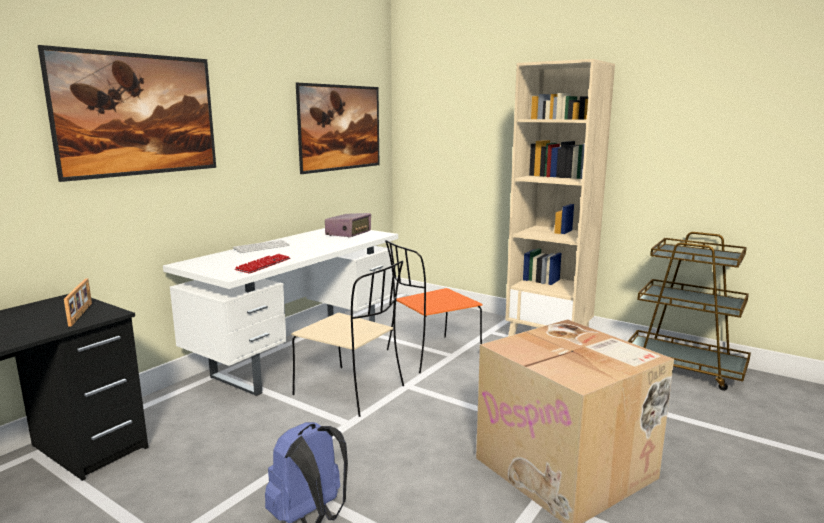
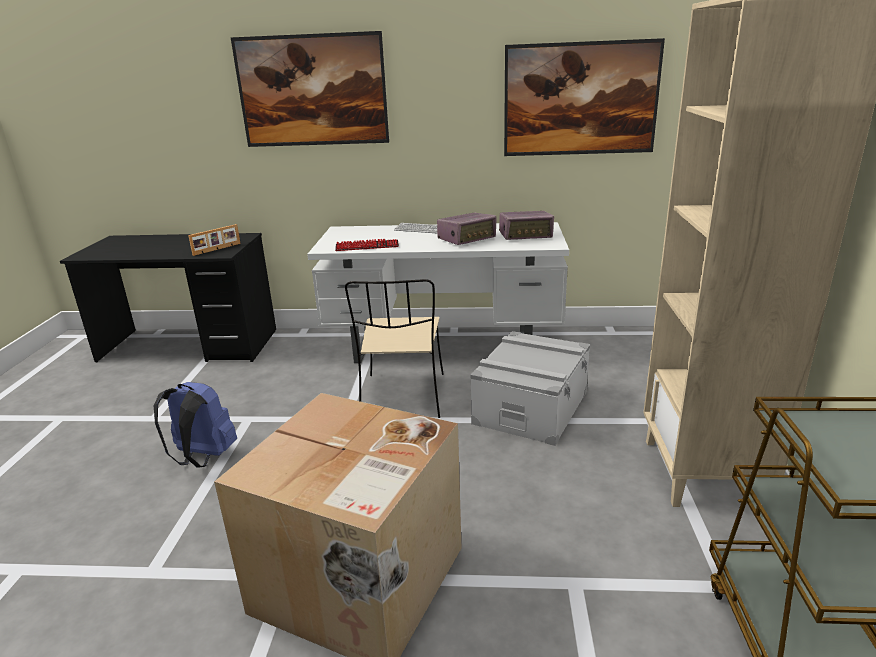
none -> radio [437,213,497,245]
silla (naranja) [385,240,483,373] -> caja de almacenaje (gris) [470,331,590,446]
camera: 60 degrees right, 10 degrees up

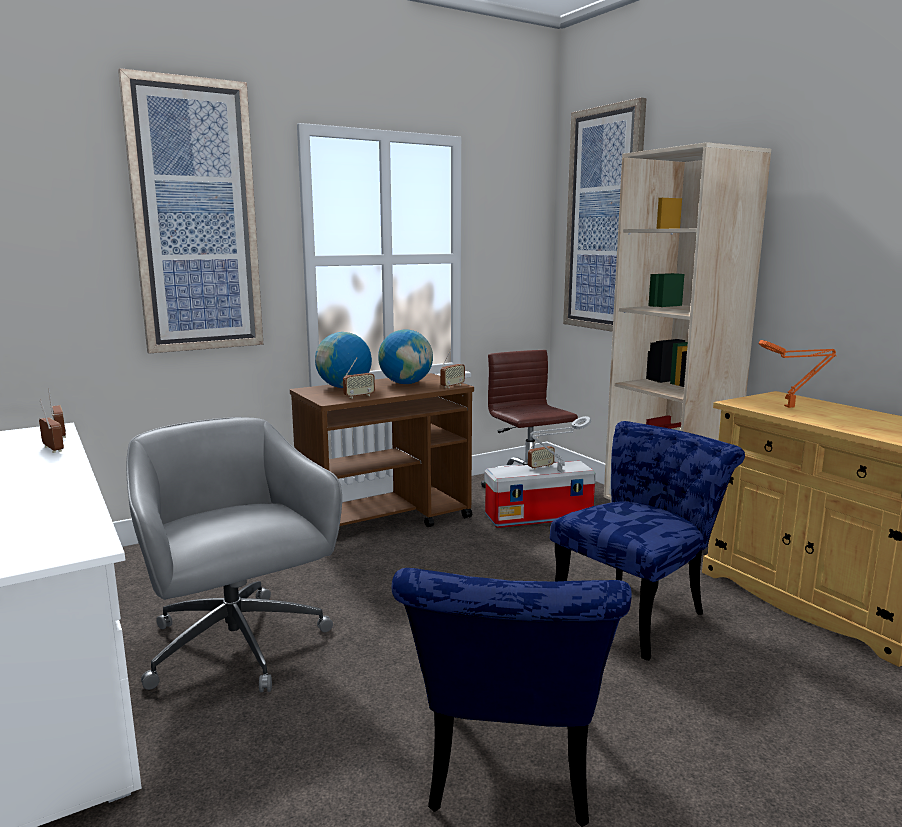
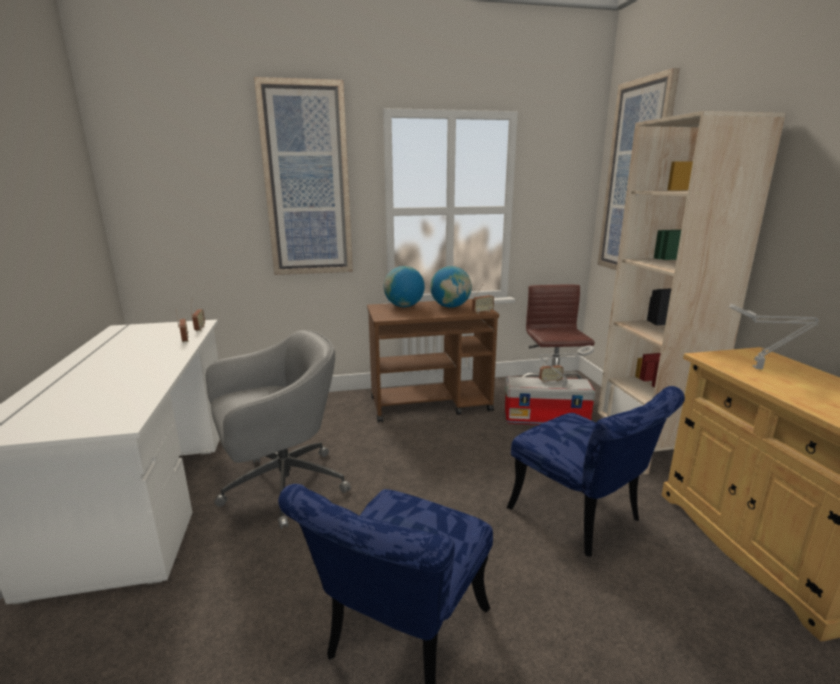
silla de oficina (gris) [126,417,342,692] -> silla de oficina (gris) [206,330,351,529], 75 degrees clockwise
silla (azul) [550,421,745,660] -> silla (azul) [507,386,685,556], 75 degrees clockwise
lámpara de mesa (naranja) [758,340,836,408] -> lámpara de mesa (gris) [729,304,819,369]
radio [343,358,375,398] -> none
camera: 20 degrees right, 5 degrees up

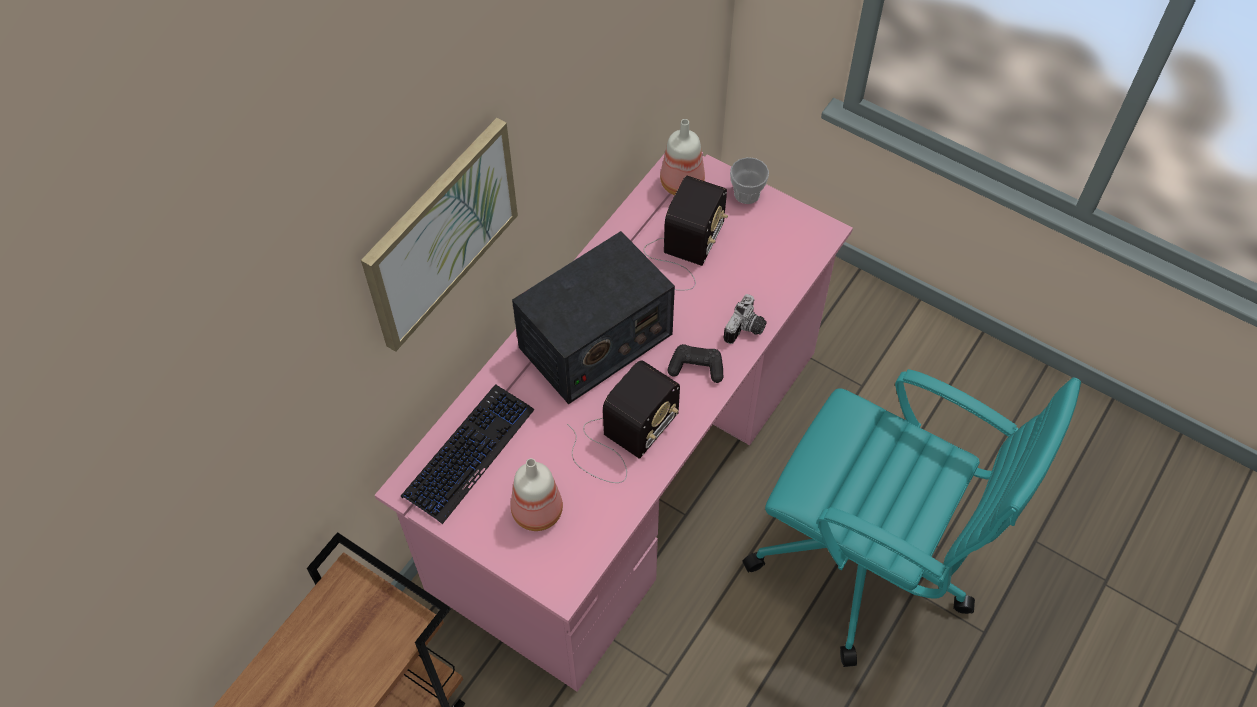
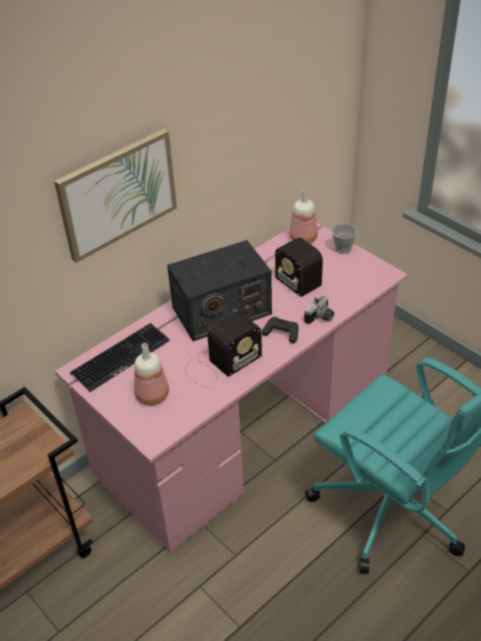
radio [644,176,728,291] -> radio [266,237,323,297], 105 degrees clockwise
camera: 15 degrees right, 15 degrees down

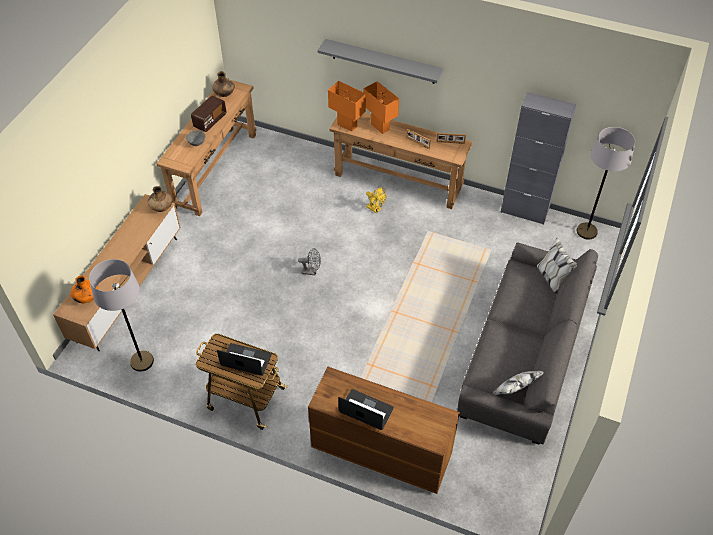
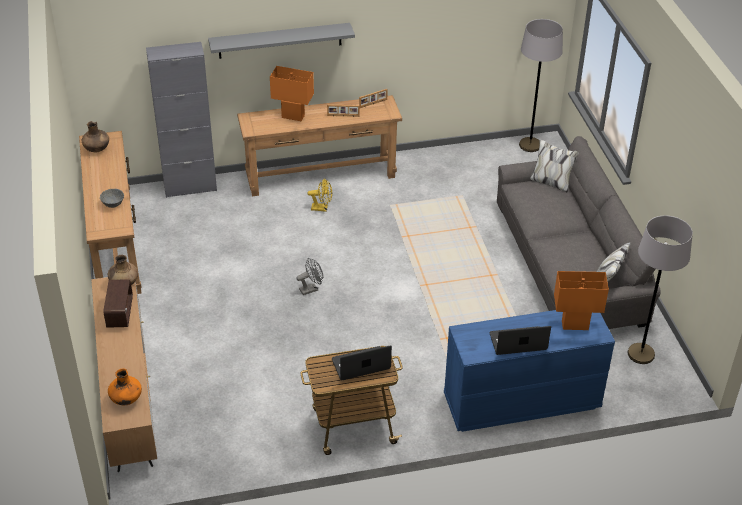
radio [191,96,226,132] -> radio [103,279,133,328], relocated
armario (gris) [500,92,577,225] -> armario (gris) [146,42,217,198], relocated
cómoda (marrón) [308,367,460,494] -> cómoda (azul) [444,310,615,432]
lámpara de mesa (naranja) [328,81,366,132] -> lámpara de mesa (naranja) [554,271,609,330], relocated
lámpara de pie (gris) [89,259,154,372] -> lámpara de pie (gris) [628,216,693,364], relocated
camera: 35 degrees left, 10 degrees down

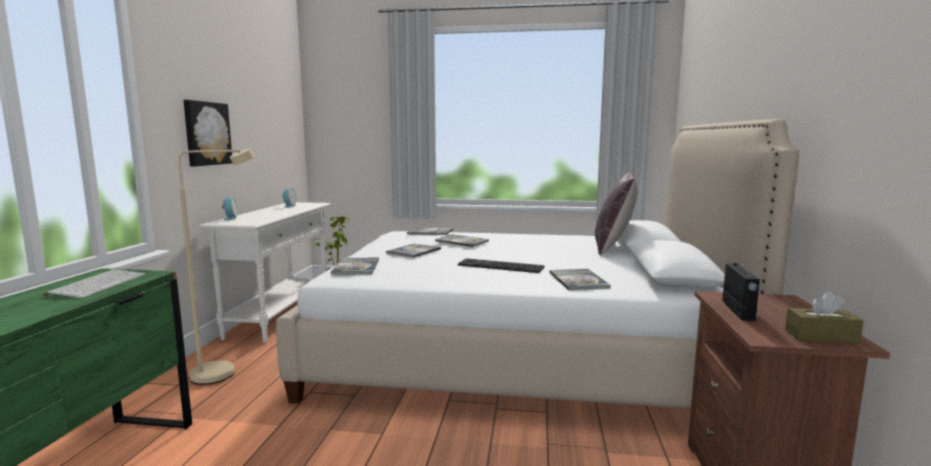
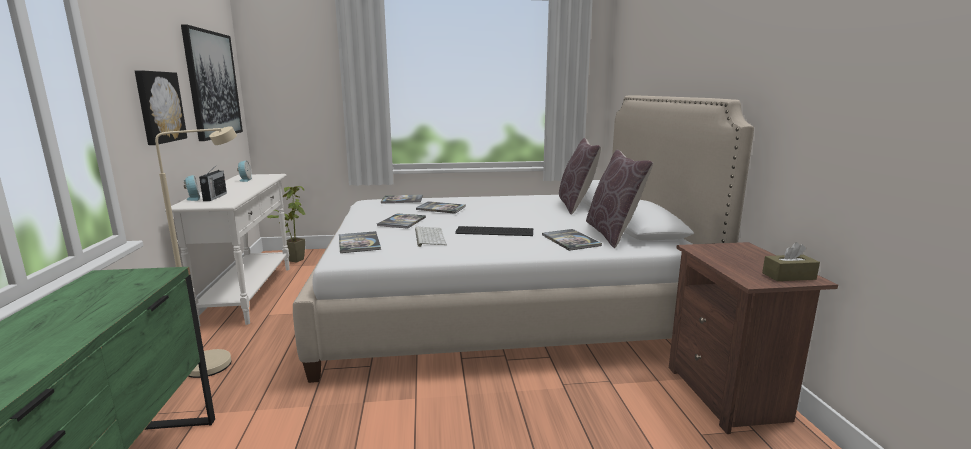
none -> cuadro [181,24,243,141]
radio [722,254,760,321] -> radio [199,166,227,201], relocated
teclado [43,269,145,298] -> teclado [415,227,447,247], relocated
none -> cojín (marrón) [586,150,653,248]
camera: 15 degrees left, 5 degrees up

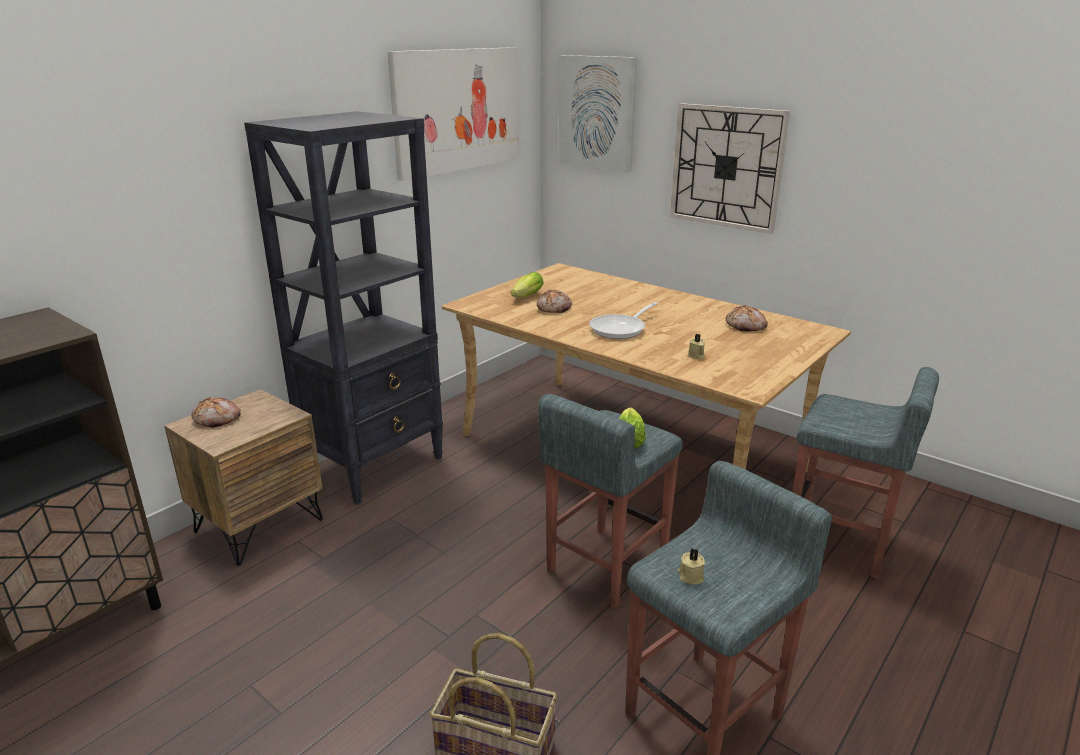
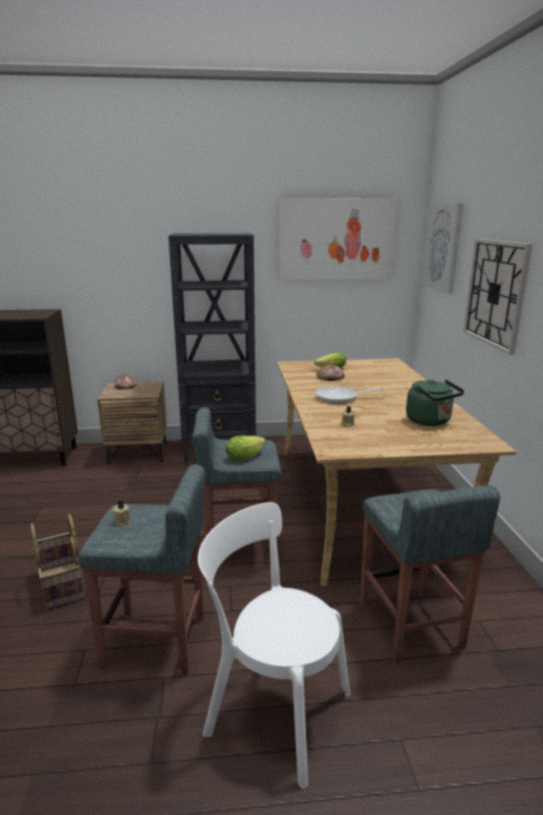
none -> silla (blanco) [198,502,350,789]
pan [726,305,768,332] -> hervidor (verde) [406,379,464,426]
camera: 45 degrees right, 5 degrees down

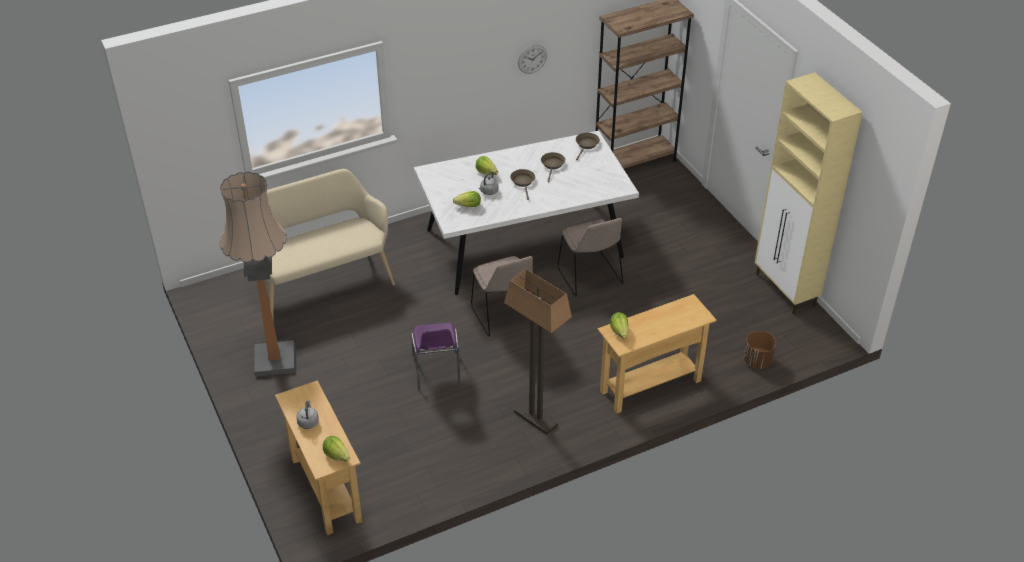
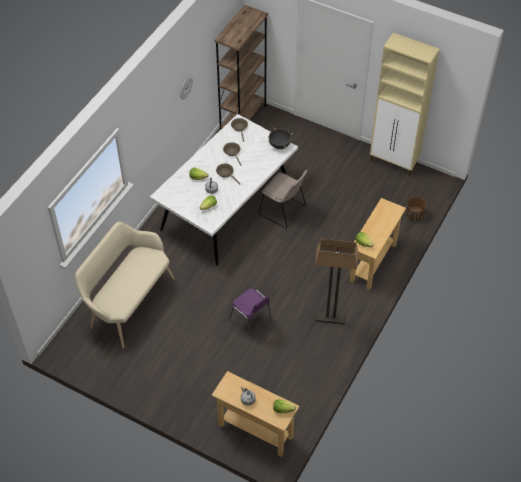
none -> olla (negro) [269,127,293,149]
lámpara de pie [220,172,295,377] -> none
silla (beis) [471,256,534,337] -> none
camera: 35 degrees left, 10 degrees up

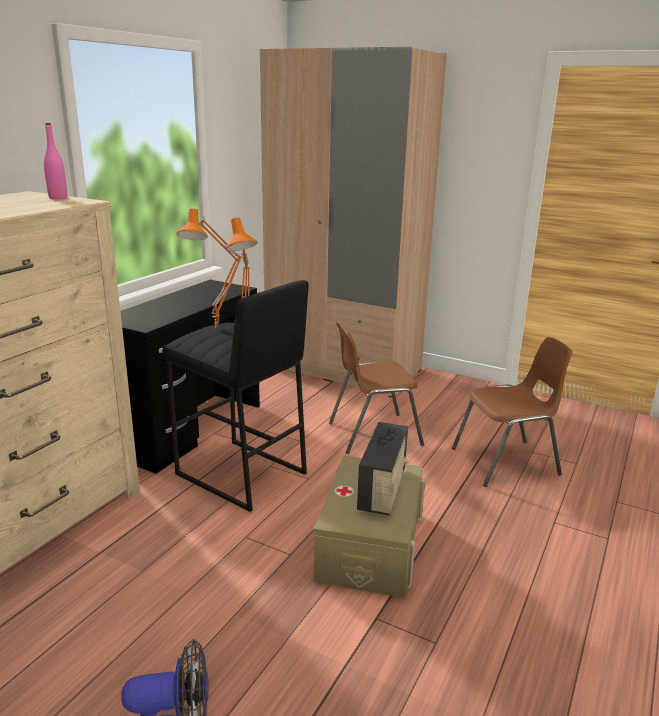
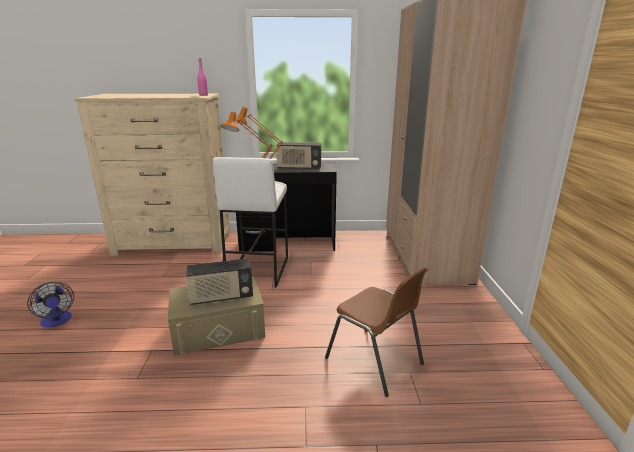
taburete (negro) [162,280,309,512] -> taburete (blanco) [213,157,288,288]
none -> radio [276,142,321,170]
silla (marrón) [329,321,424,454] -> none
camera: 60 degrees right, 0 degrees up

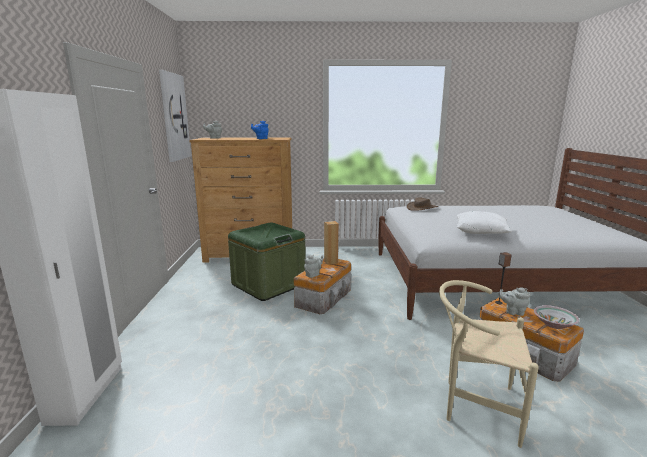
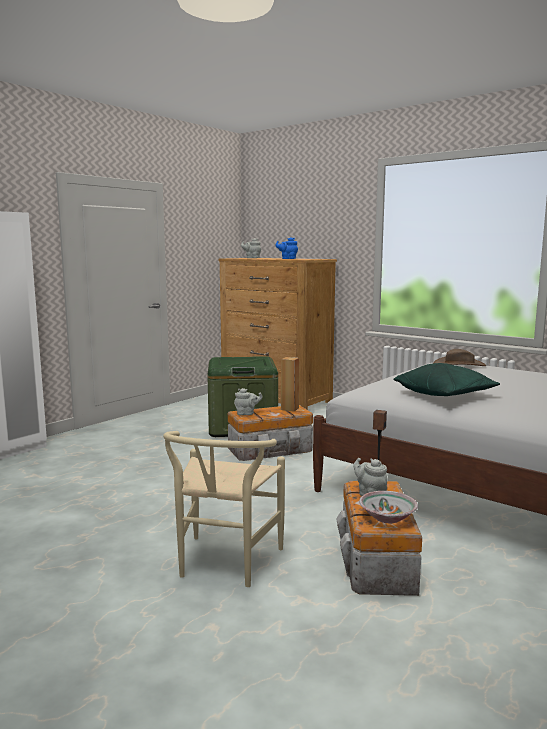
silla (beis) [439,280,539,448] -> silla (beis) [163,431,285,587], 135 degrees counterclockwise
cojín (blanco) [457,211,512,234] -> cojín (verde) [394,363,500,396]
cuadro [159,70,191,162] -> none
camera: 40 degrees right, 5 degrees down

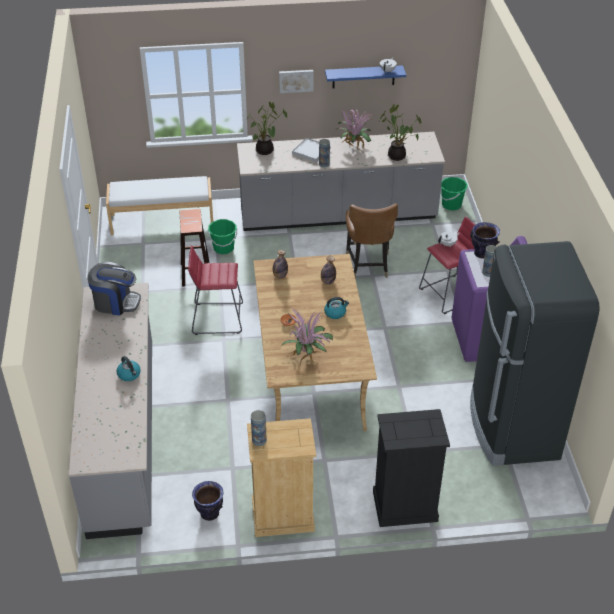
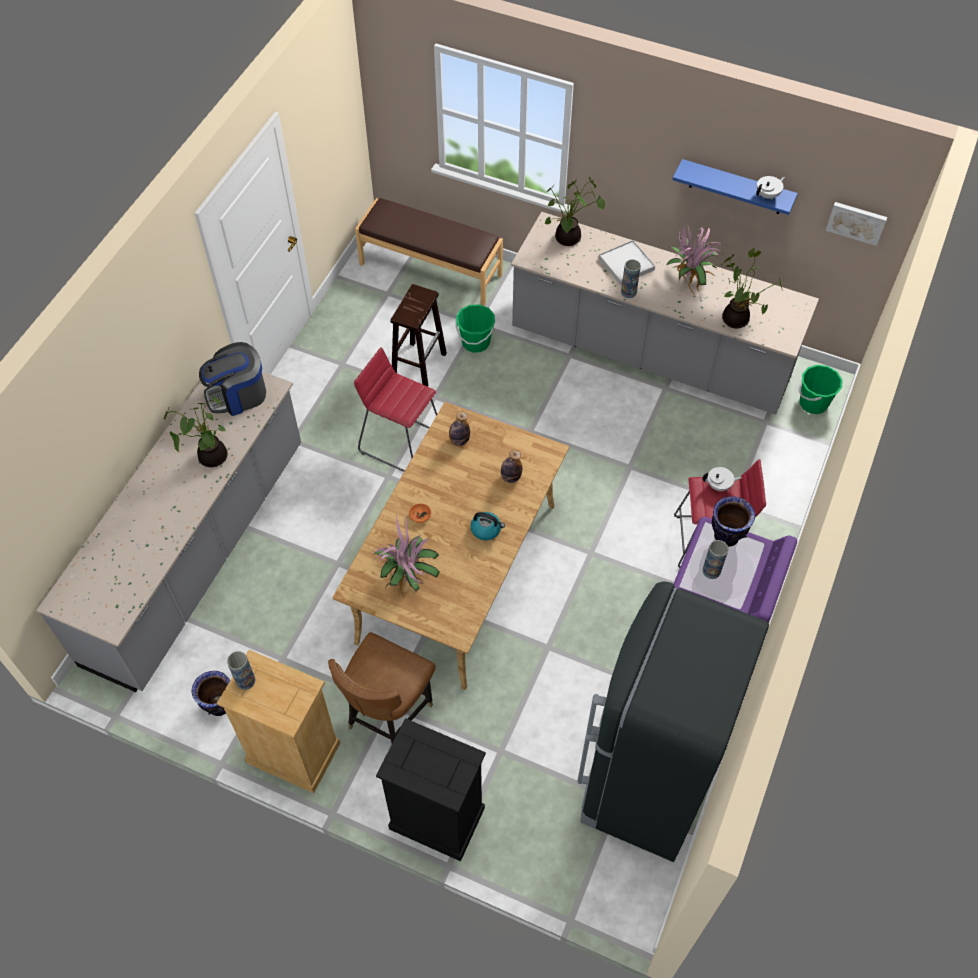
none -> planta en maceta [164,395,228,467]
cafetera [88,262,141,315] -> cafetera [199,342,266,416], 120 degrees clockwise
silla (marrón) [346,203,398,278] -> silla (marrón) [328,632,436,743], relocated
banco (blanco) [106,176,213,235] -> banco (marrón) [355,198,503,306]
cuadro [279,70,313,93] -> cuadro [826,202,887,246], relocated
hervidor [116,356,141,381] -> none
camera: 30 degrees right, 15 degrees up

